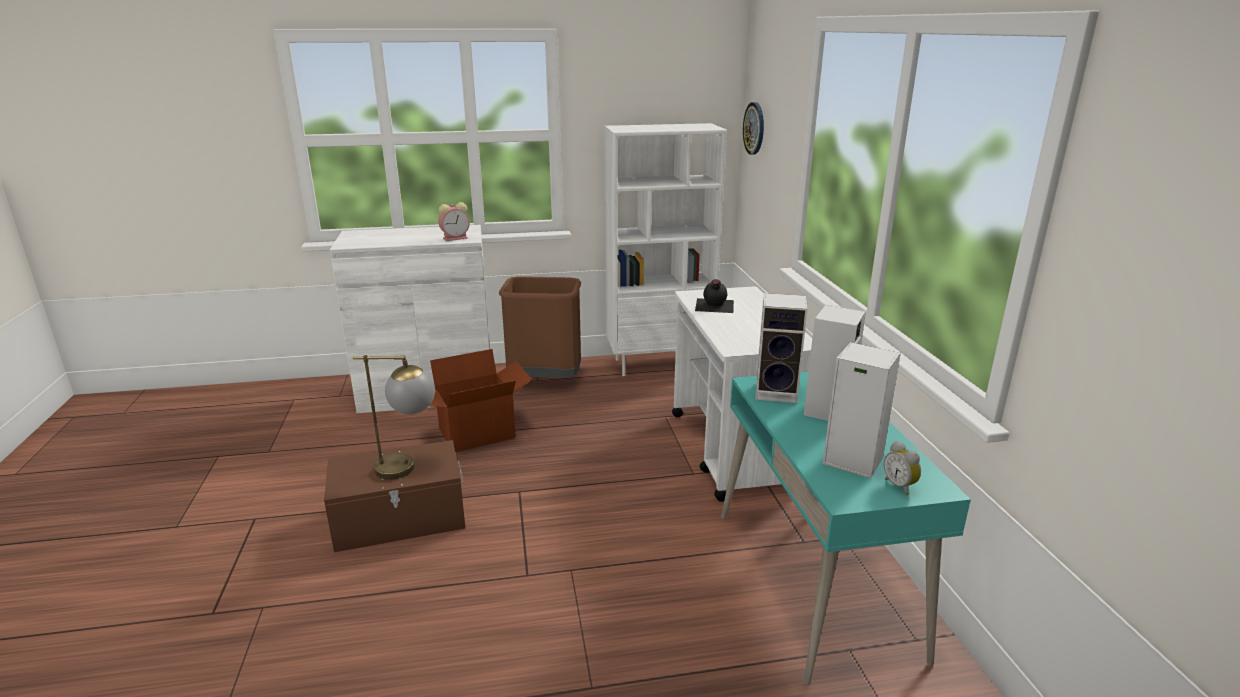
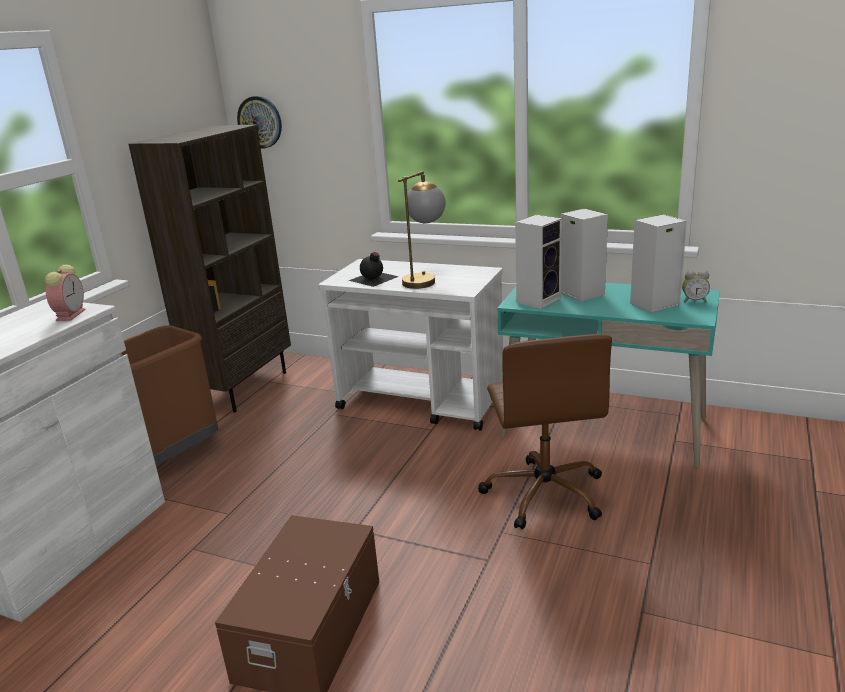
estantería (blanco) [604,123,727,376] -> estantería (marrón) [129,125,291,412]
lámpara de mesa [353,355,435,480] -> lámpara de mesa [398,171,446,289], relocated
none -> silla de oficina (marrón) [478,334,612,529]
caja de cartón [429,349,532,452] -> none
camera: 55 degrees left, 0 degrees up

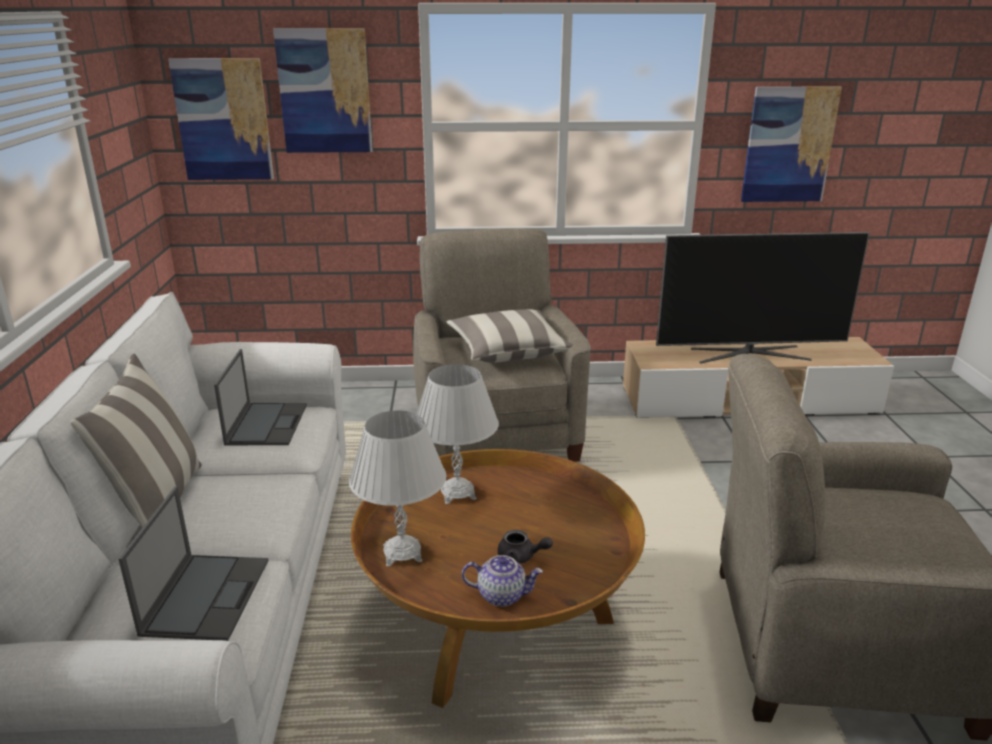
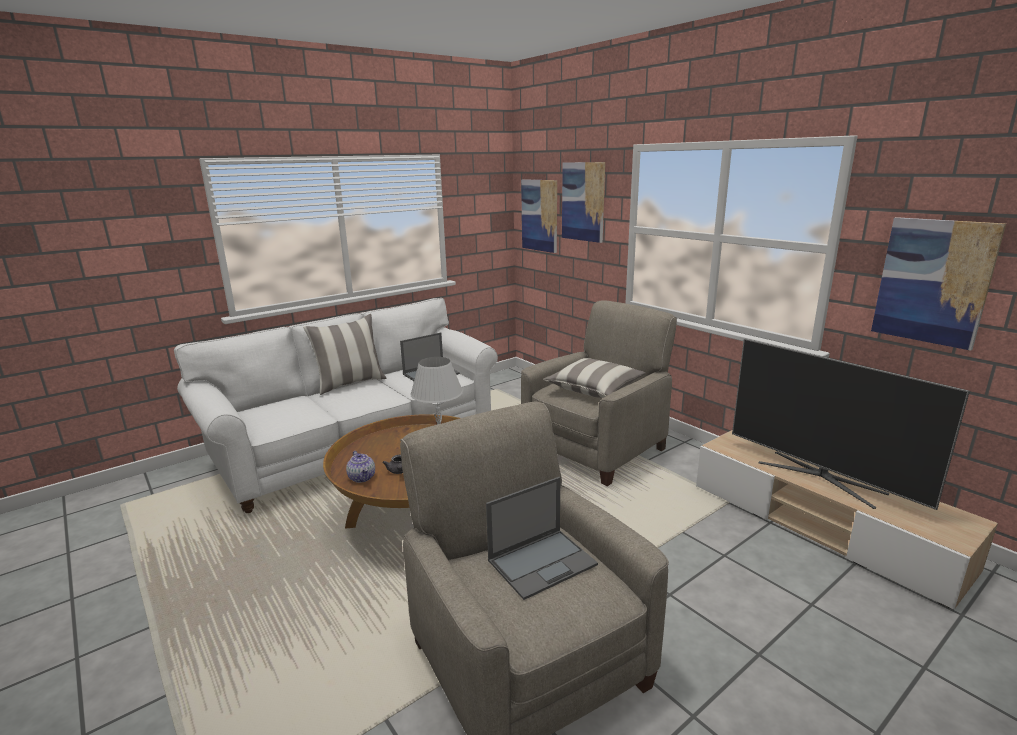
portátil [118,486,269,641] -> portátil [486,477,598,600], relocated
lámpara de mesa (blanco) [349,411,447,567] -> none
camera: 55 degrees right, 5 degrees down

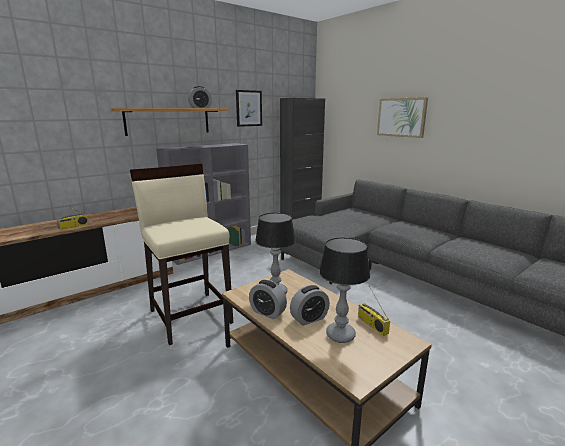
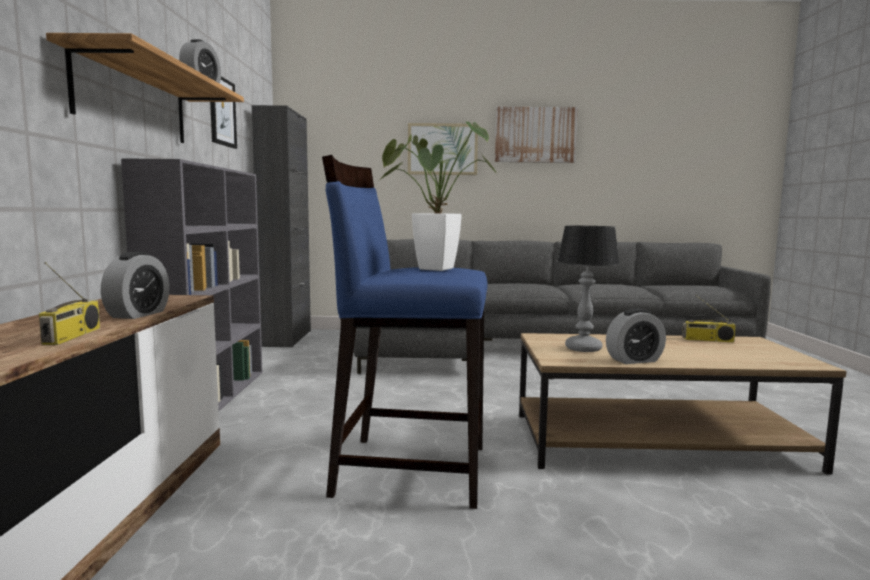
despertador [290,285,330,326] -> despertador [101,252,169,319], relocated
taburete (beis) [130,164,233,345] -> taburete (azul) [322,155,488,509]
none -> planta en maceta [380,122,498,271]
none -> cuadro [495,107,578,163]
lámpara de mesa [319,237,370,343] -> none
camera: 50 degrees left, 10 degrees down

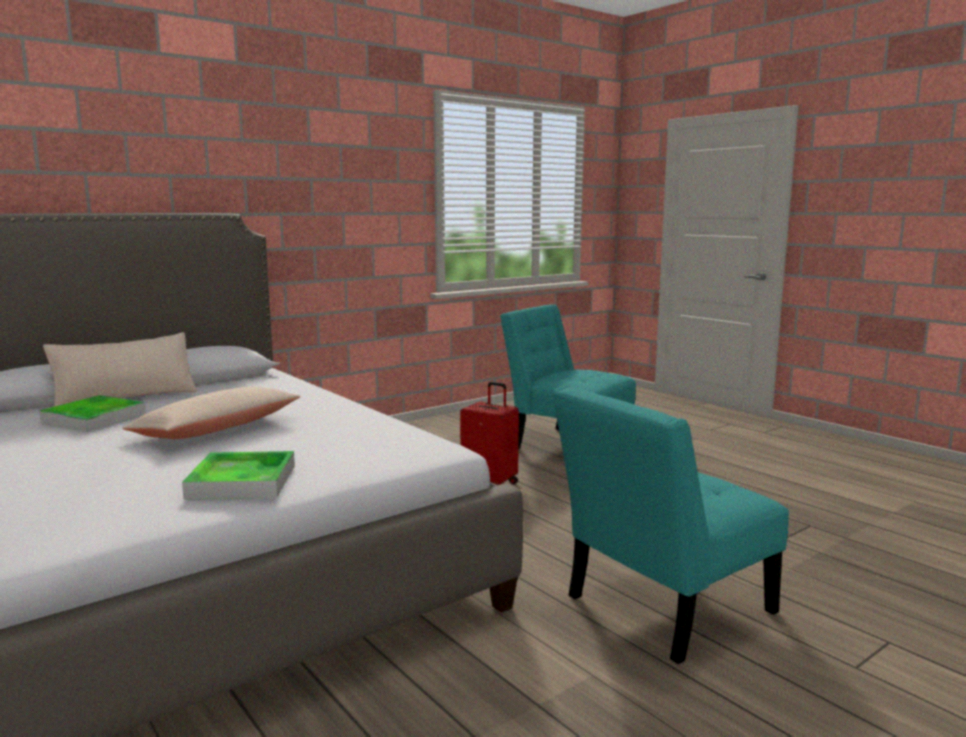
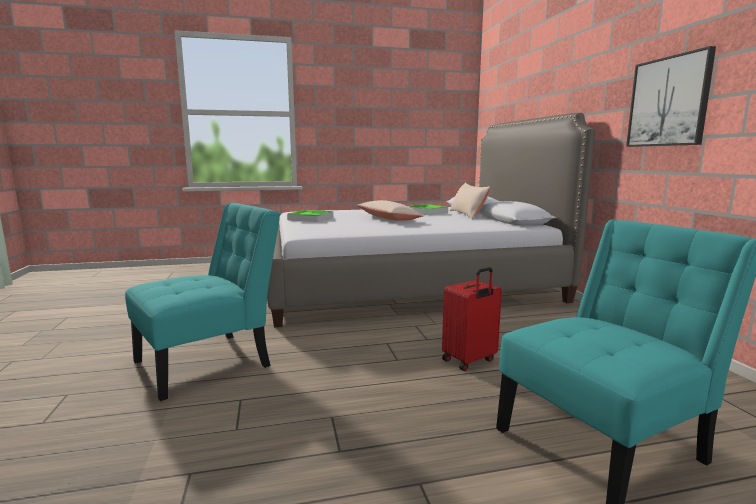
silla (turquesa) [553,385,789,664] -> silla (turquesa) [125,203,280,401], 60 degrees clockwise
none -> cuadro [626,46,716,147]
camera: 115 degrees right, 0 degrees up

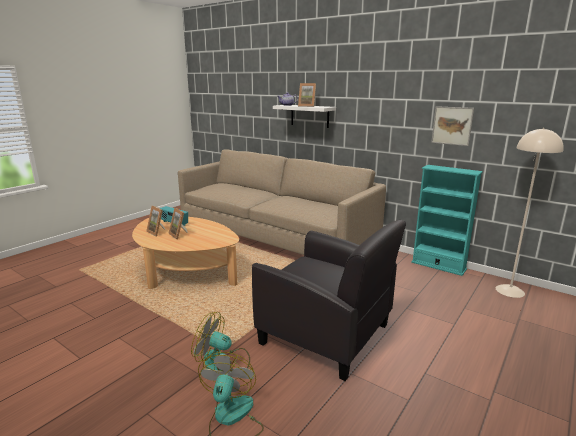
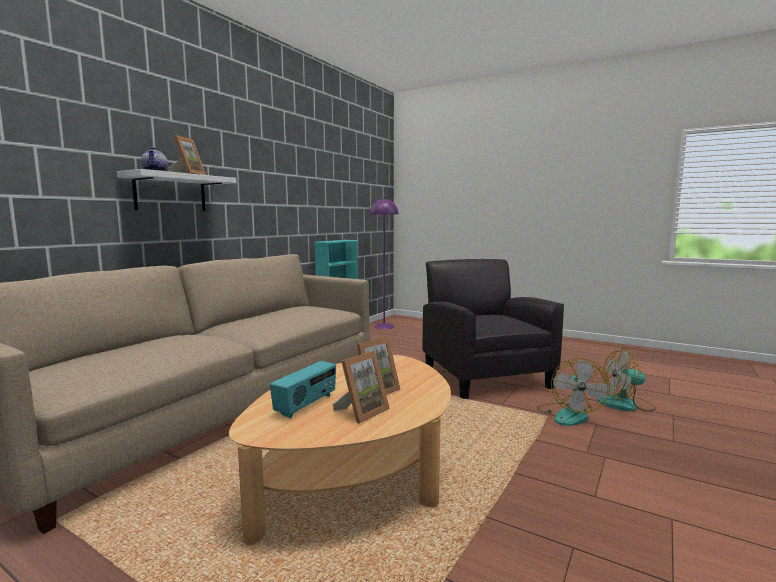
lámpara de pie (beis) [496,128,564,298] -> lámpara de pie (morado) [370,198,399,329]
sillón (negro) [252,220,406,381] -> sillón (negro) [423,259,564,399], 45 degrees counterclockwise
cuadro [431,106,474,146] -> none
camera: 95 degrees left, 10 degrees down

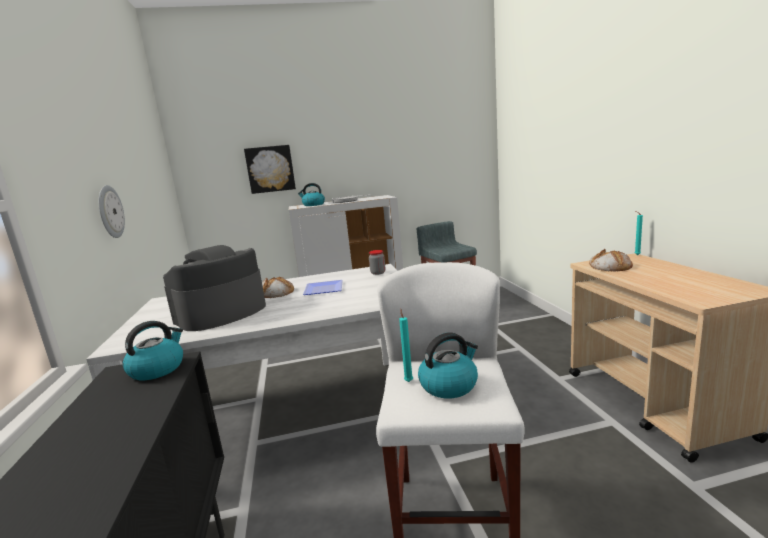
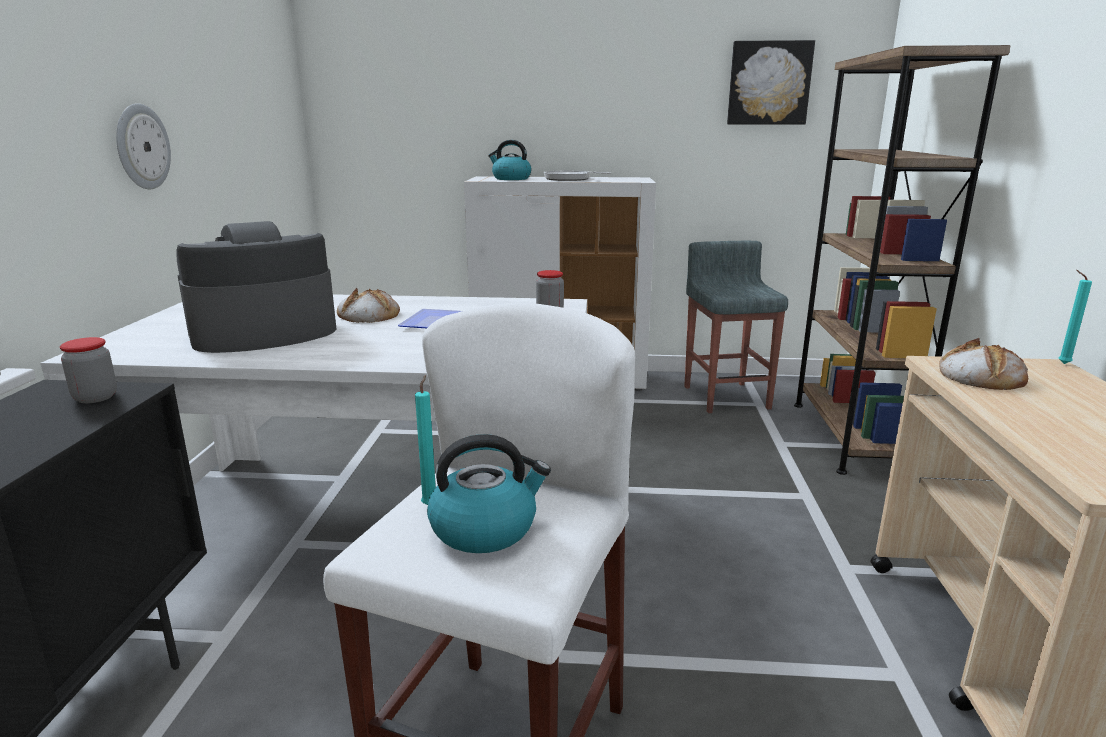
hervidor [123,321,183,380] -> tarro [60,337,117,403]
cuadro [244,145,296,194] -> cuadro [727,40,815,125], relocated
none -> estantería (marrón) [794,45,1011,475]
camera: 15 degrees right, 5 degrees up

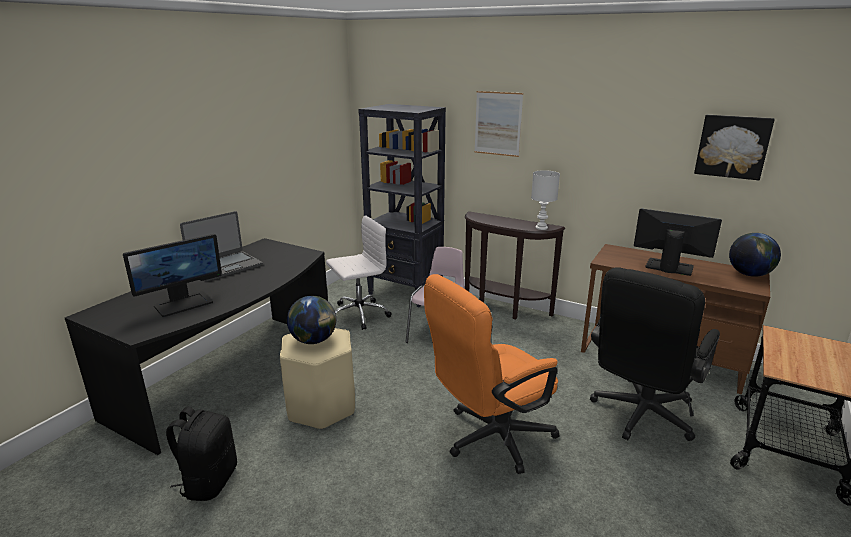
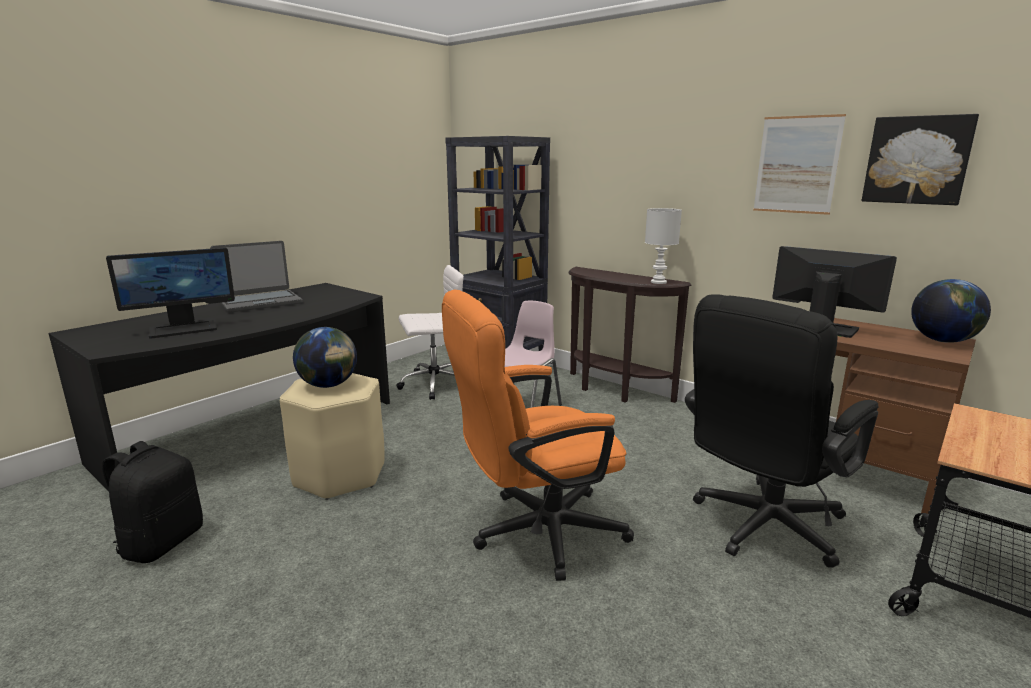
cuadro [475,91,523,157] -> cuadro [753,114,846,215], relocated
camera: 10 degrees right, 5 degrees down

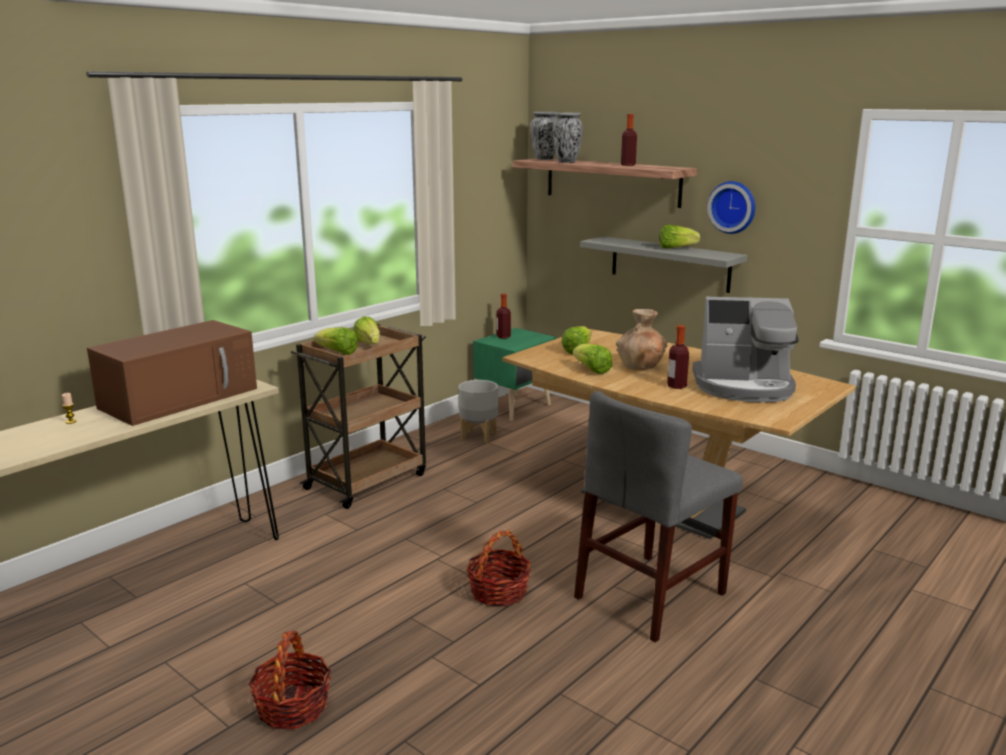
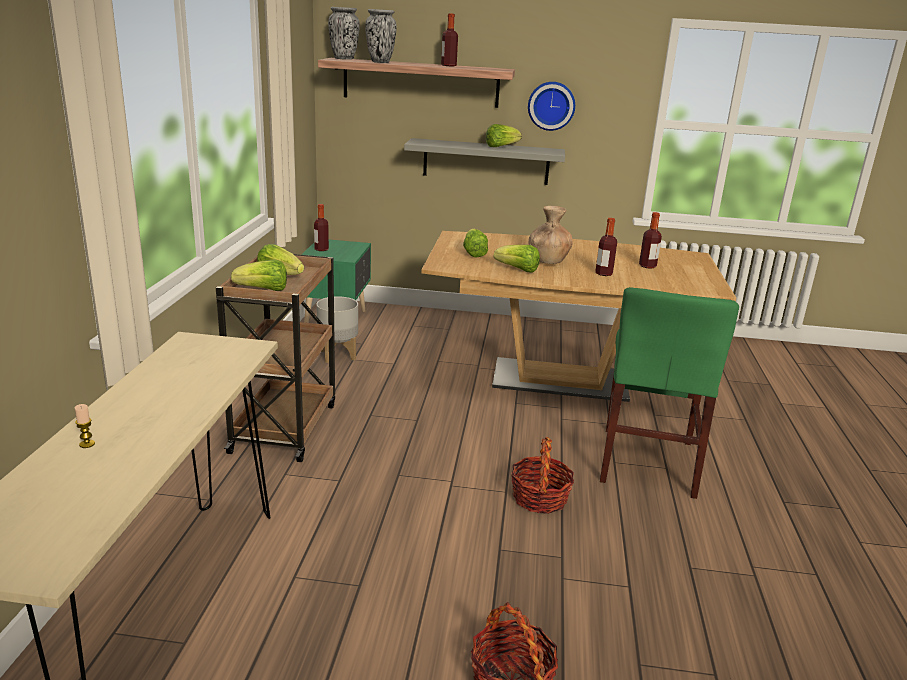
silla (gris) [574,391,743,642] -> silla (verde) [600,287,739,499]
cafetera [692,297,799,403] -> botella [639,212,662,268]
microondas (marrón) [87,320,257,426] -> none
camera: 35 degrees left, 5 degrees up

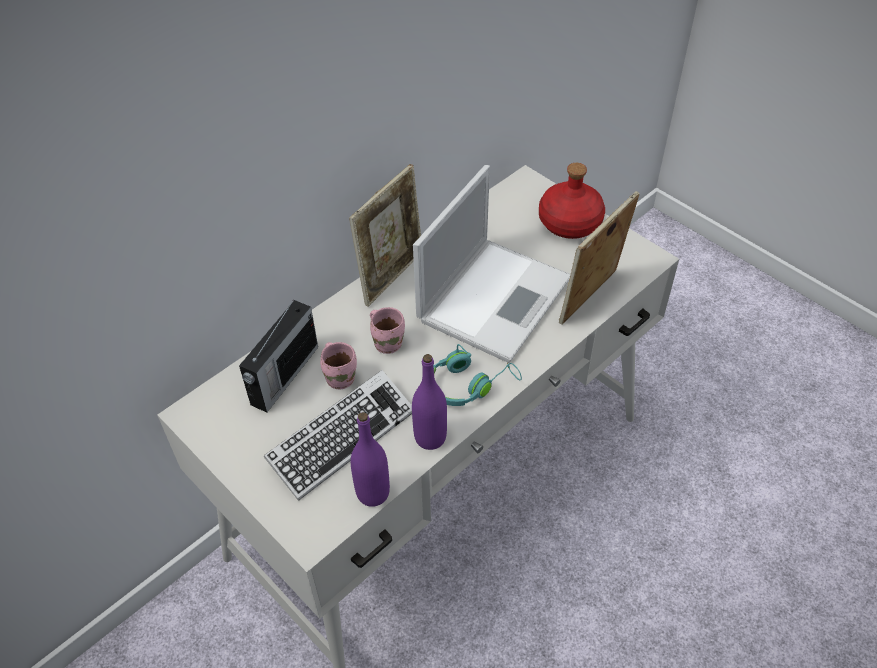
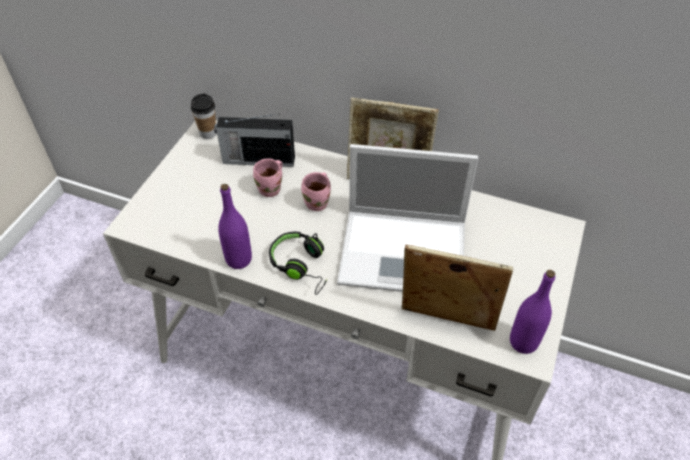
none -> taza [191,94,216,139]
auriculares (turquesa) [433,344,522,406] -> auriculares (negro) [269,232,328,295]
botella (morado) [351,412,390,507] -> botella (morado) [510,270,555,354], relocated
teclado [264,370,412,501] -> none
botella (rojo) [539,163,605,239] -> none
camera: 65 degrees right, 0 degrees up

